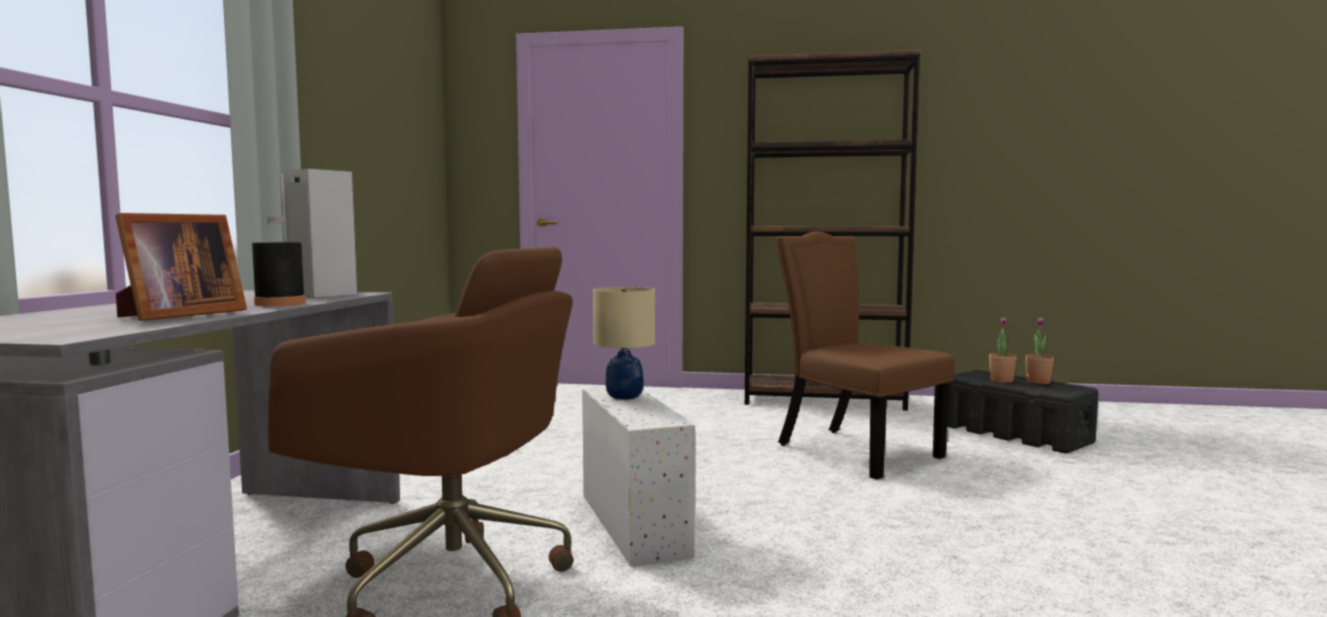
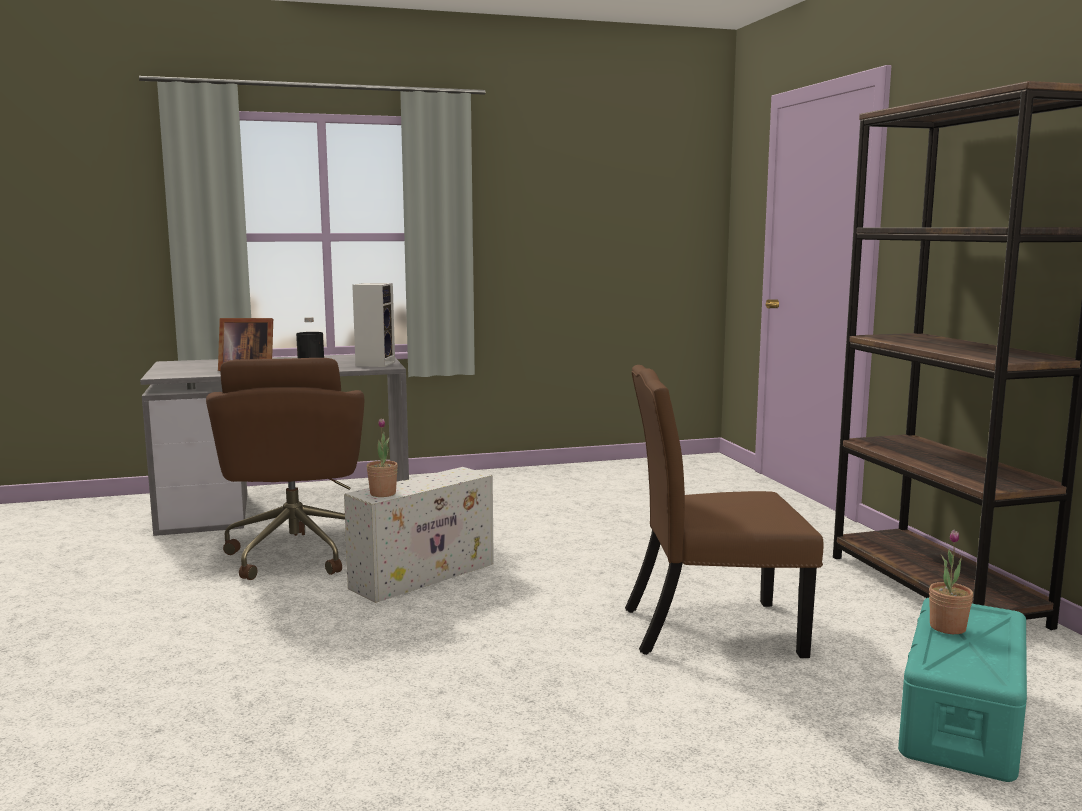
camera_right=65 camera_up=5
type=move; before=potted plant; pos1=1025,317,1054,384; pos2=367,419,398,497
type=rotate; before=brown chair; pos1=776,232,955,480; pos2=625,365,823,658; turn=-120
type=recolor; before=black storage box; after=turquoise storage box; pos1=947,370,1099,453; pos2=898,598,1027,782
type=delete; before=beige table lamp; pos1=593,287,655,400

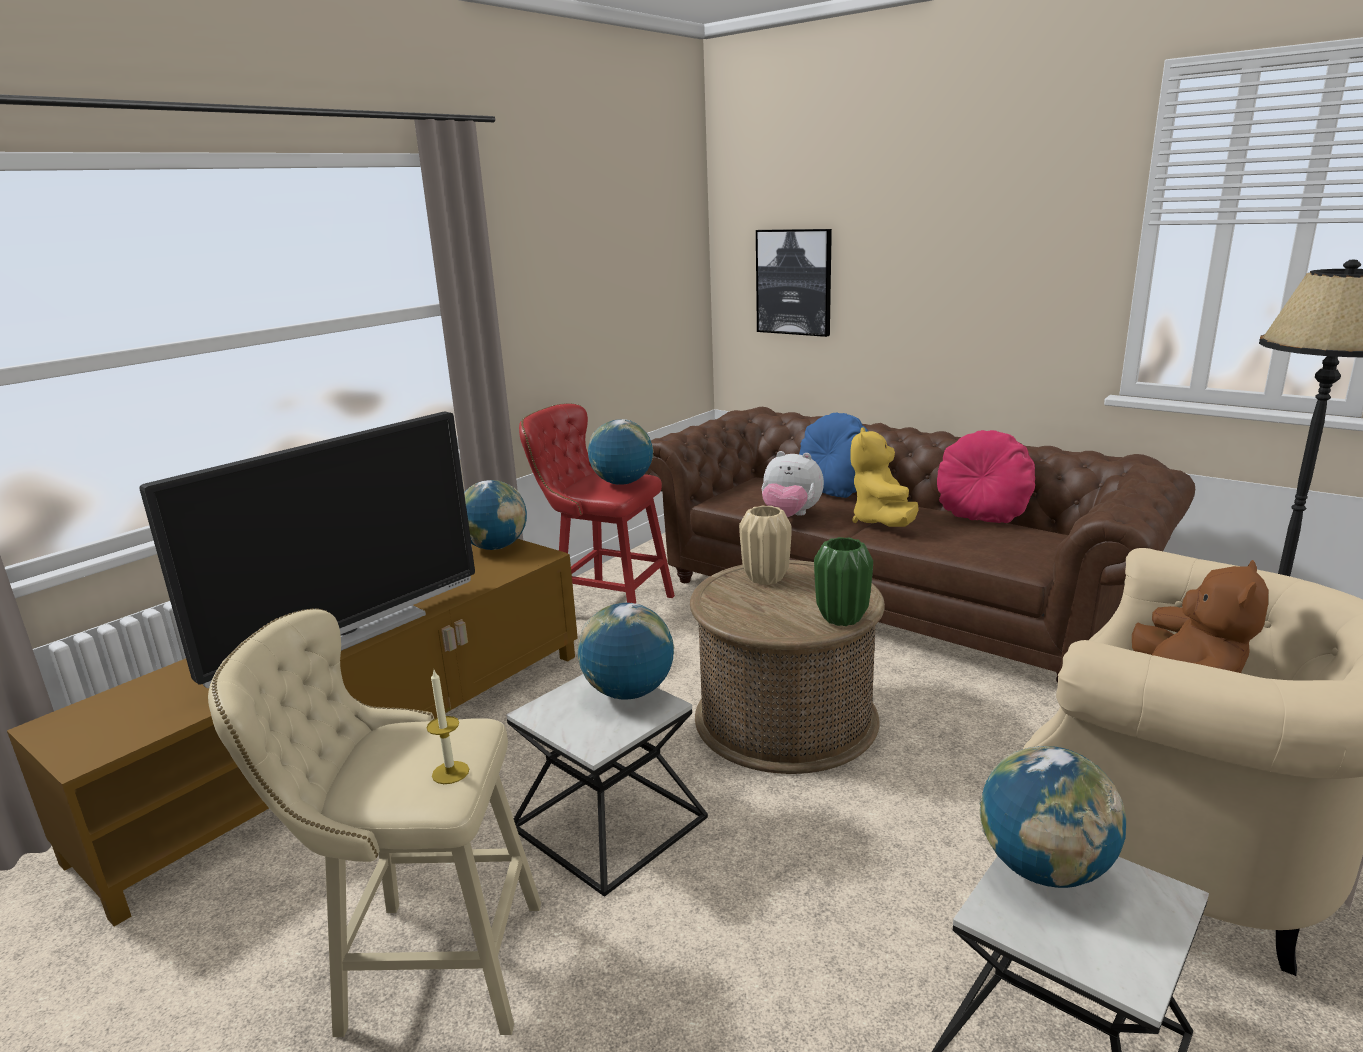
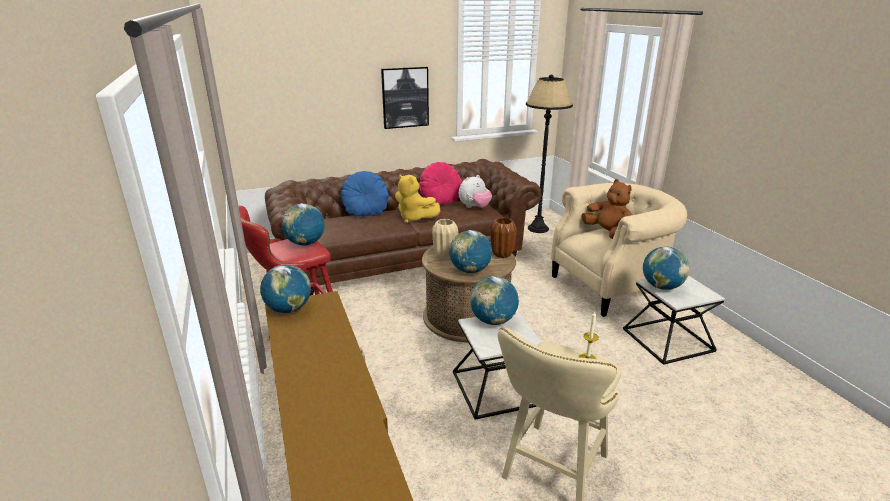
camera_right=-60 camera_up=5
type=move; before=picture; pos1=756,229,832,337; pos2=381,67,429,129
type=insert; after=globe; pos2=449,230,492,273
type=move; before=plush toy; pos1=762,451,824,517; pos2=459,175,492,208
type=recolor; before=green vase; after=brown vase; pos1=814,537,873,626; pos2=490,218,517,258
type=delete; before=television; pos1=139,411,475,688

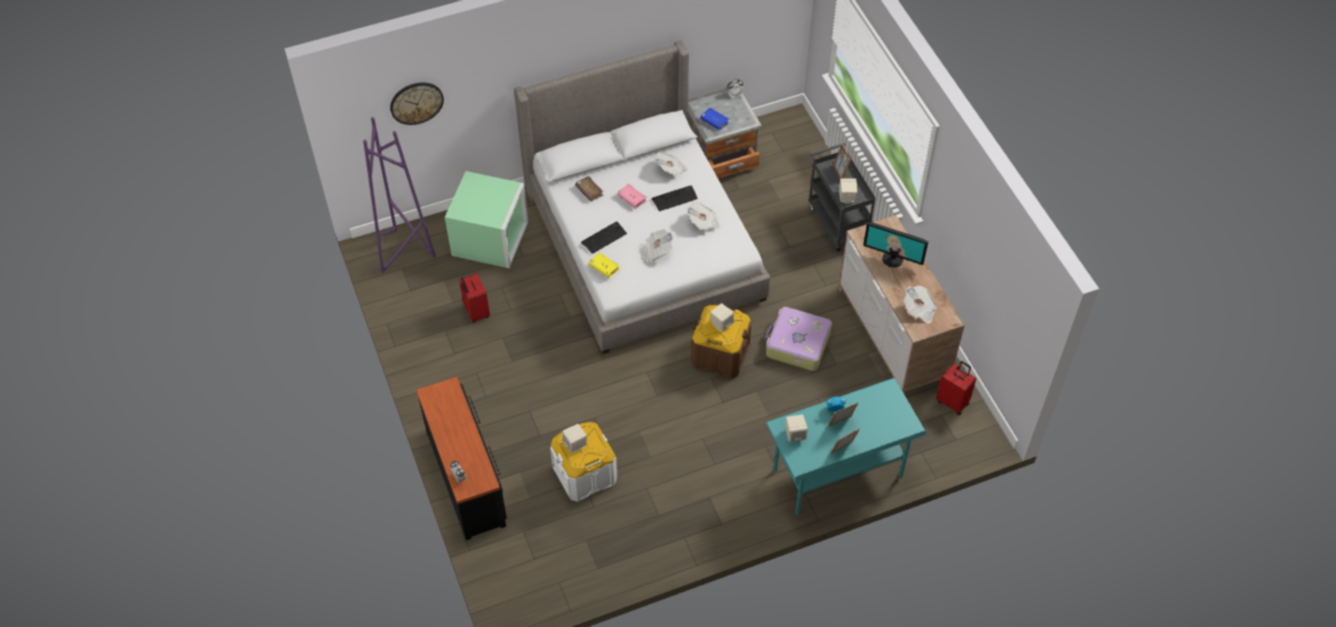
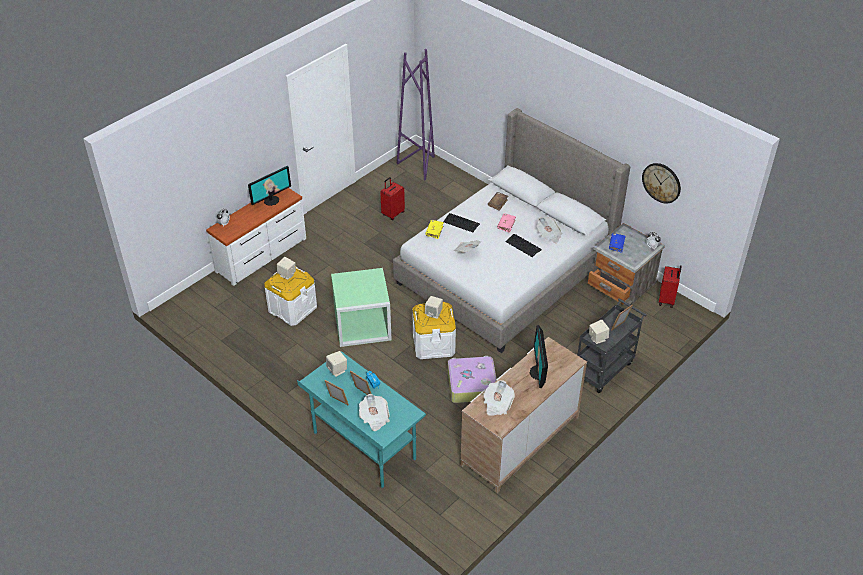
camera_right=65 camera_up=-10
type=recolor; before=black dresser; after=white dresser; pos1=416,377,507,540; pos2=206,188,306,286
type=insert; after=monitor; pos2=248,166,291,206
type=move; before=green storage box; pos1=445,171,529,268; pos2=331,268,392,347
type=move; before=newspaper; pos1=687,202,720,231; pos2=359,394,390,431
type=recolor; before=brown storage box; after=white storage box; pos1=691,305,751,379; pos2=412,302,456,359
type=move; before=wall clock; pos1=390,83,444,125; pos2=642,163,681,203
type=move; before=red suitcase; pos1=936,361,976,415; pos2=659,265,682,308

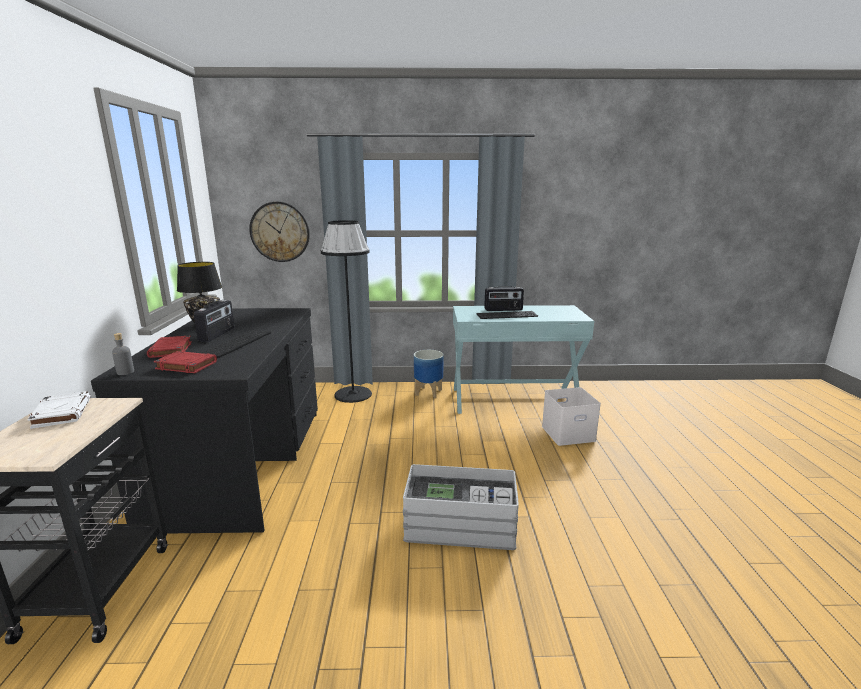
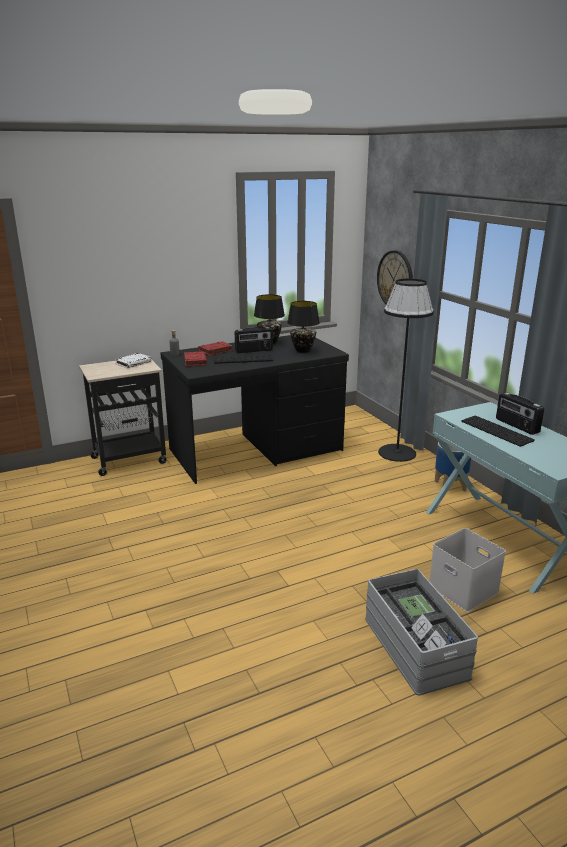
camera_right=65 camera_up=5
type=insert; after=black table lamp; pos2=287,301,320,353
type=move; before=grey storage box; pos1=403,464,519,550; pos2=365,569,478,696

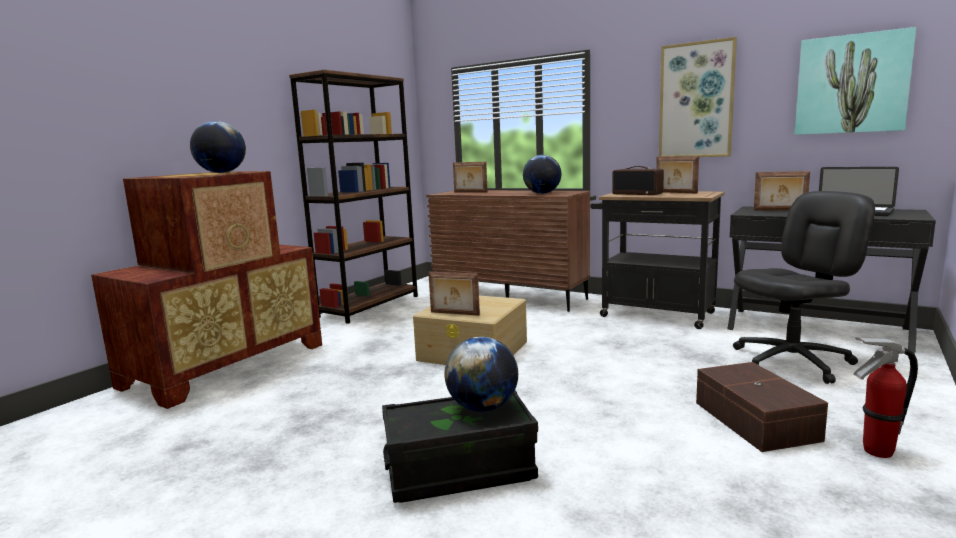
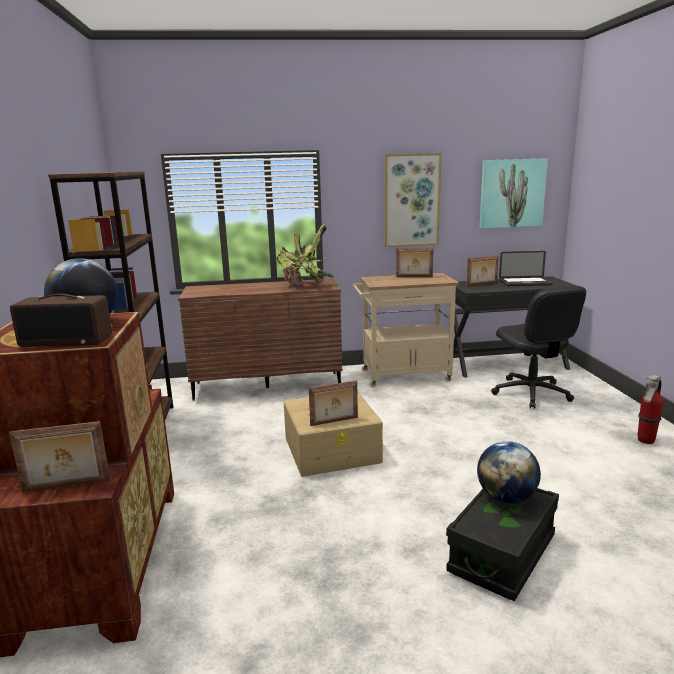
camera_right=-40 camera_up=5
type=move; before=picture frame; pos1=453,162,488,192; pos2=9,421,110,492
type=move; before=radio; pos1=612,166,664,195; pos2=10,293,112,347
type=replace; before=globe; after=potted plant; pos1=523,155,561,194; pos2=276,224,333,285
type=recolor; before=black cart; after=beige cart; pos1=590,191,725,329; pos2=352,273,459,388
type=rotate; before=black office chair; pos1=733,191,875,384; pos2=491,285,586,409; turn=135
type=delete; before=brown storage box; pos1=696,362,828,452

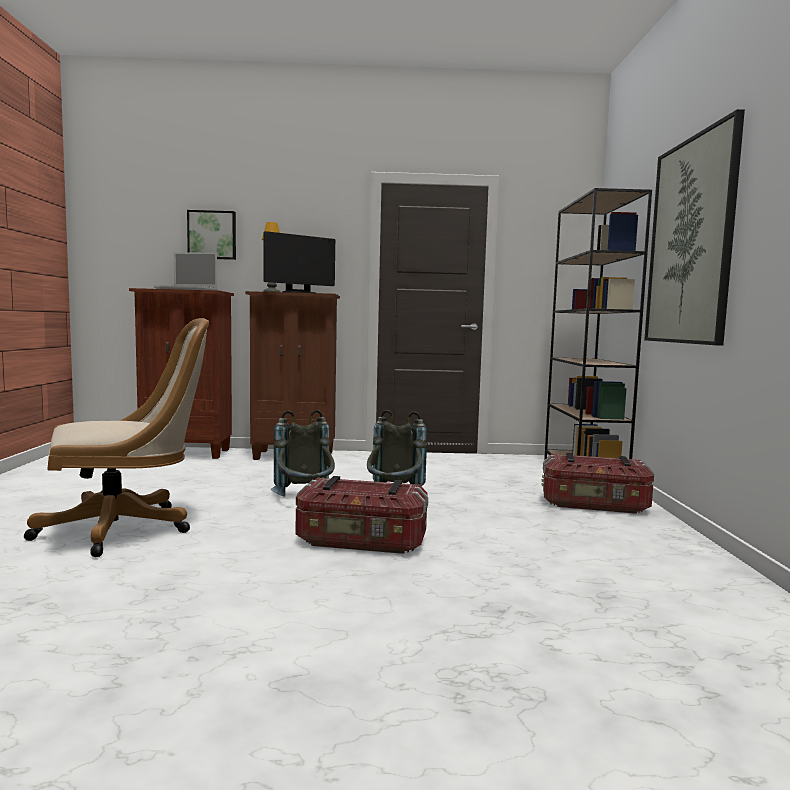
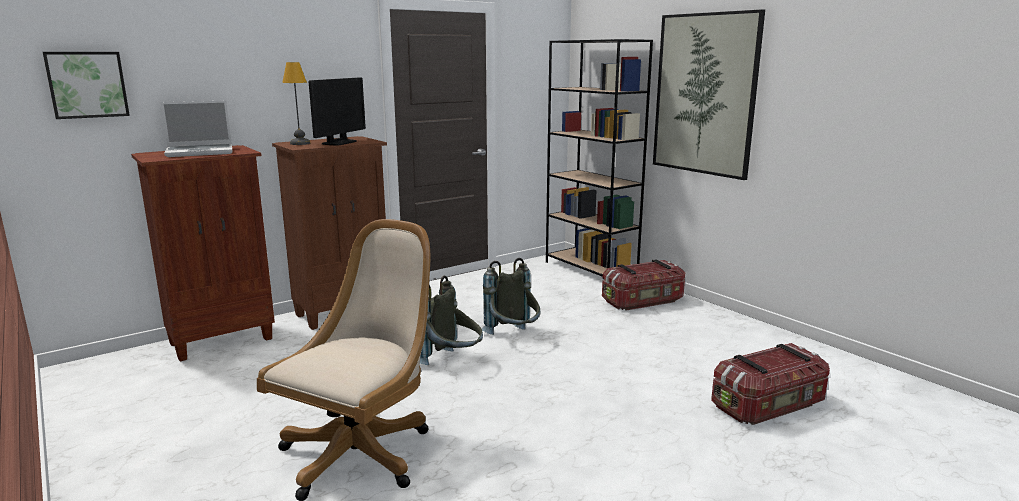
camera_right=-35 camera_up=10
type=move; before=picture; pos1=187,210,236,260; pos2=43,52,130,119
type=move; before=storage box; pos1=296,476,428,554; pos2=711,343,830,425

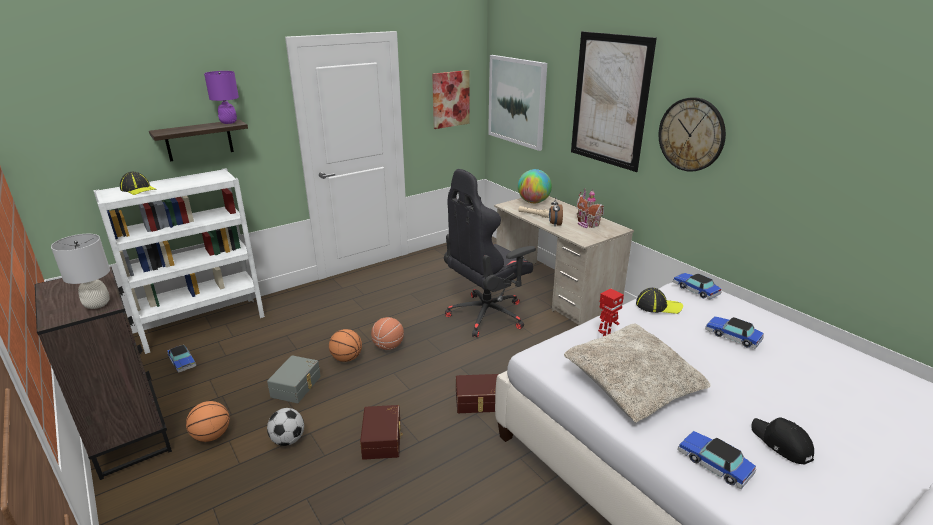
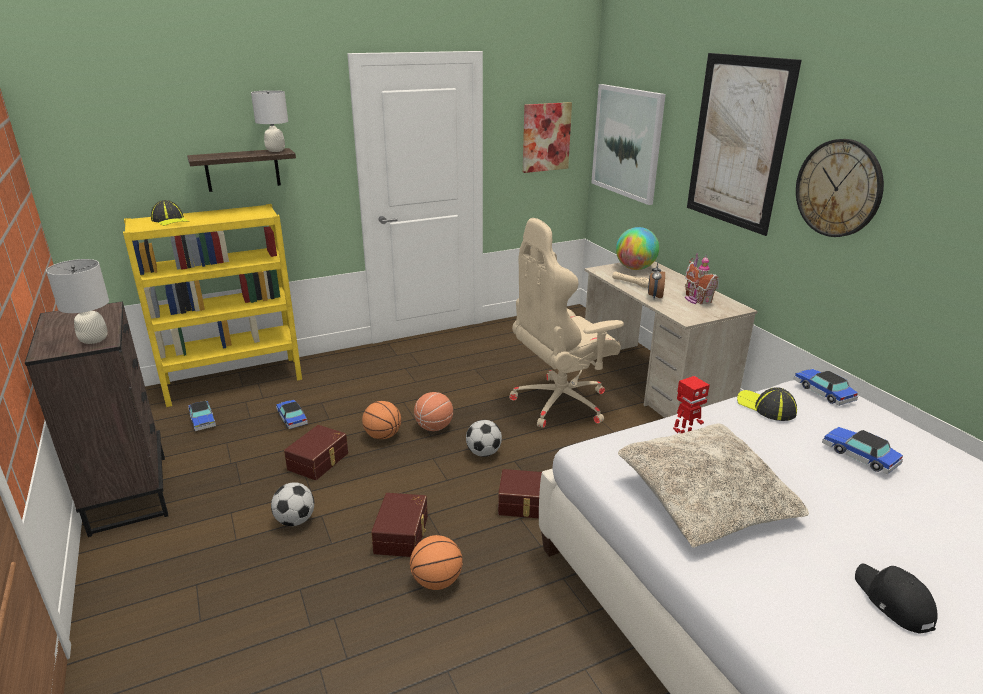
camera_right=10 camera_up=0
type=recolor; before=white bookcase; after=yellow bookcase; pos1=93,168,265,354; pos2=123,204,302,407
type=recolor; before=purple table lamp; after=grey table lamp; pos1=204,71,239,124; pos2=251,90,288,152
type=move; before=toy car; pos1=678,431,756,489; pos2=276,400,308,429
type=recolor; before=grey storage box; after=brown storage box; pos1=267,355,321,403; pos2=284,425,348,480
type=move; before=basketball; pos1=186,401,230,442; pos2=410,535,463,590
type=insert; after=football; pos2=466,420,502,457
type=recolor; before=black office chair; after=beige office chair; pos1=444,169,536,337; pos2=509,218,624,428
type=rotate; before=cap; pos1=636,288,683,314; pos2=737,387,797,421; turn=-150

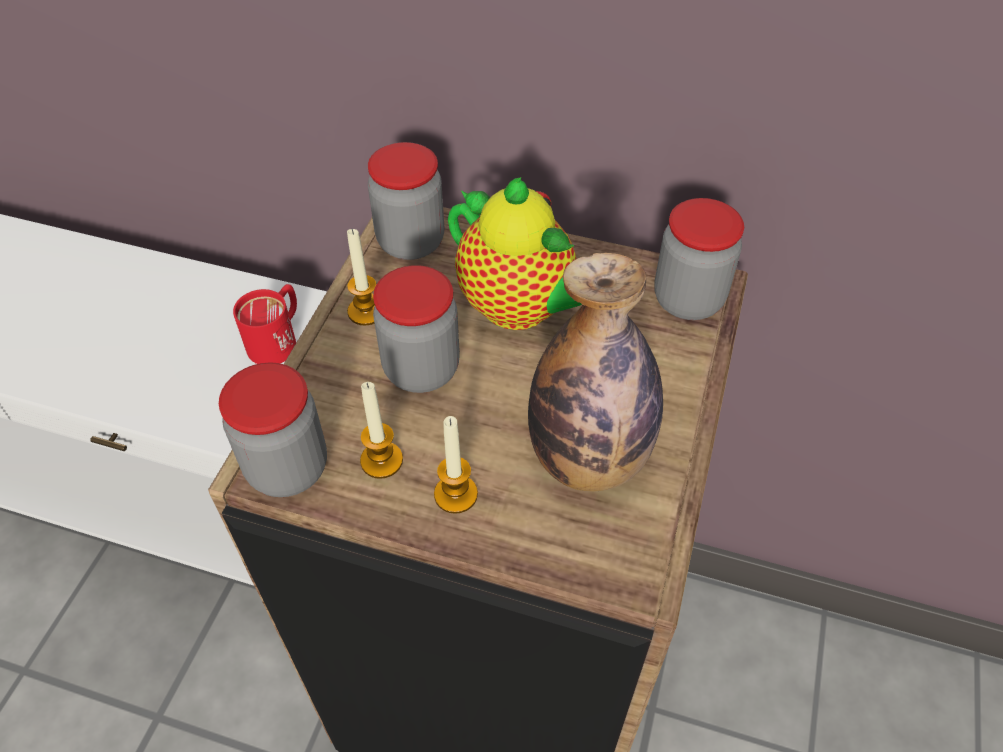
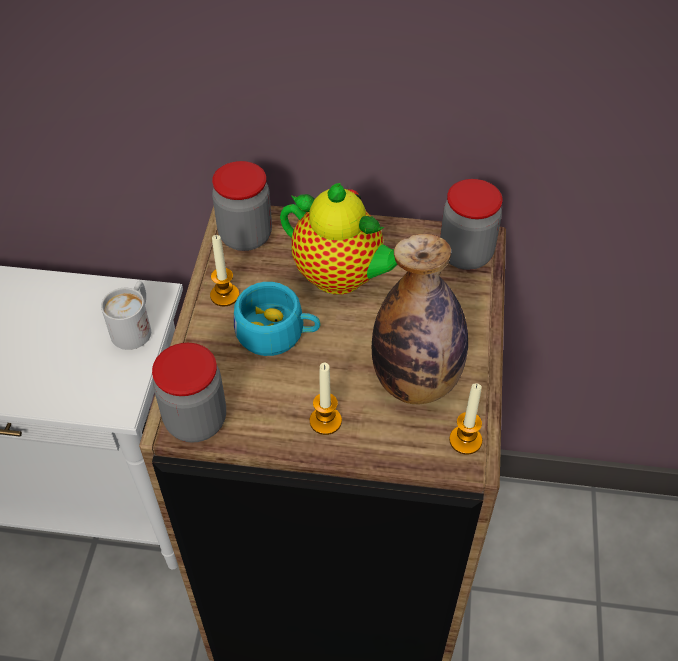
camera_right=-10 camera_up=0
type=recolor; before=red mug; after=white mug; pos1=233,284,297,364; pos2=101,281,151,350
type=replace; before=jar; after=turquoise cup; pos1=373,265,460,393; pos2=234,282,321,356
type=move; before=candle; pos1=360,382,403,479; pos2=449,383,482,455

